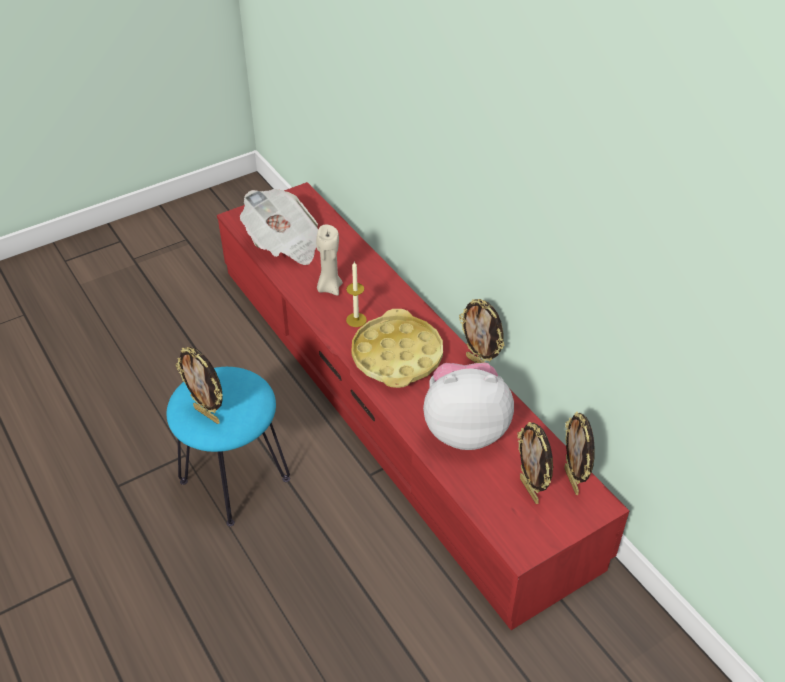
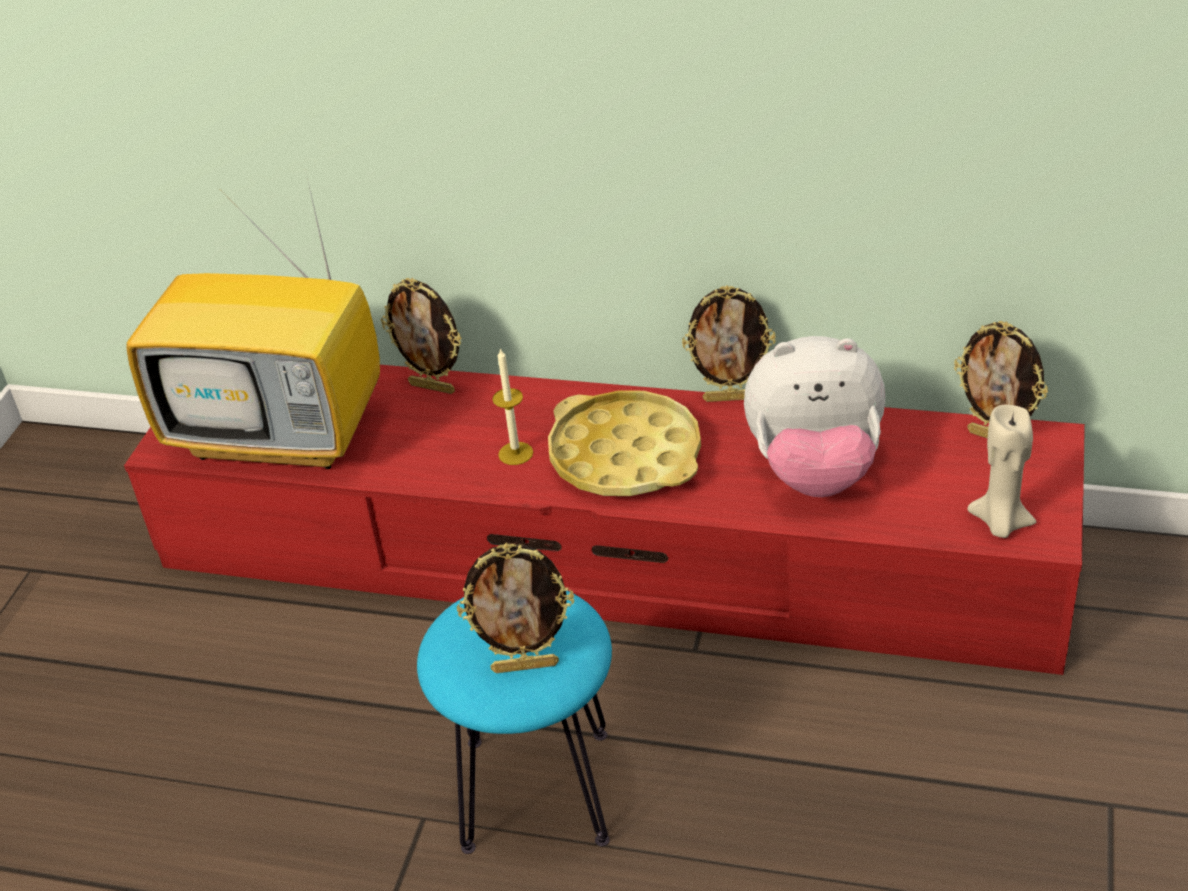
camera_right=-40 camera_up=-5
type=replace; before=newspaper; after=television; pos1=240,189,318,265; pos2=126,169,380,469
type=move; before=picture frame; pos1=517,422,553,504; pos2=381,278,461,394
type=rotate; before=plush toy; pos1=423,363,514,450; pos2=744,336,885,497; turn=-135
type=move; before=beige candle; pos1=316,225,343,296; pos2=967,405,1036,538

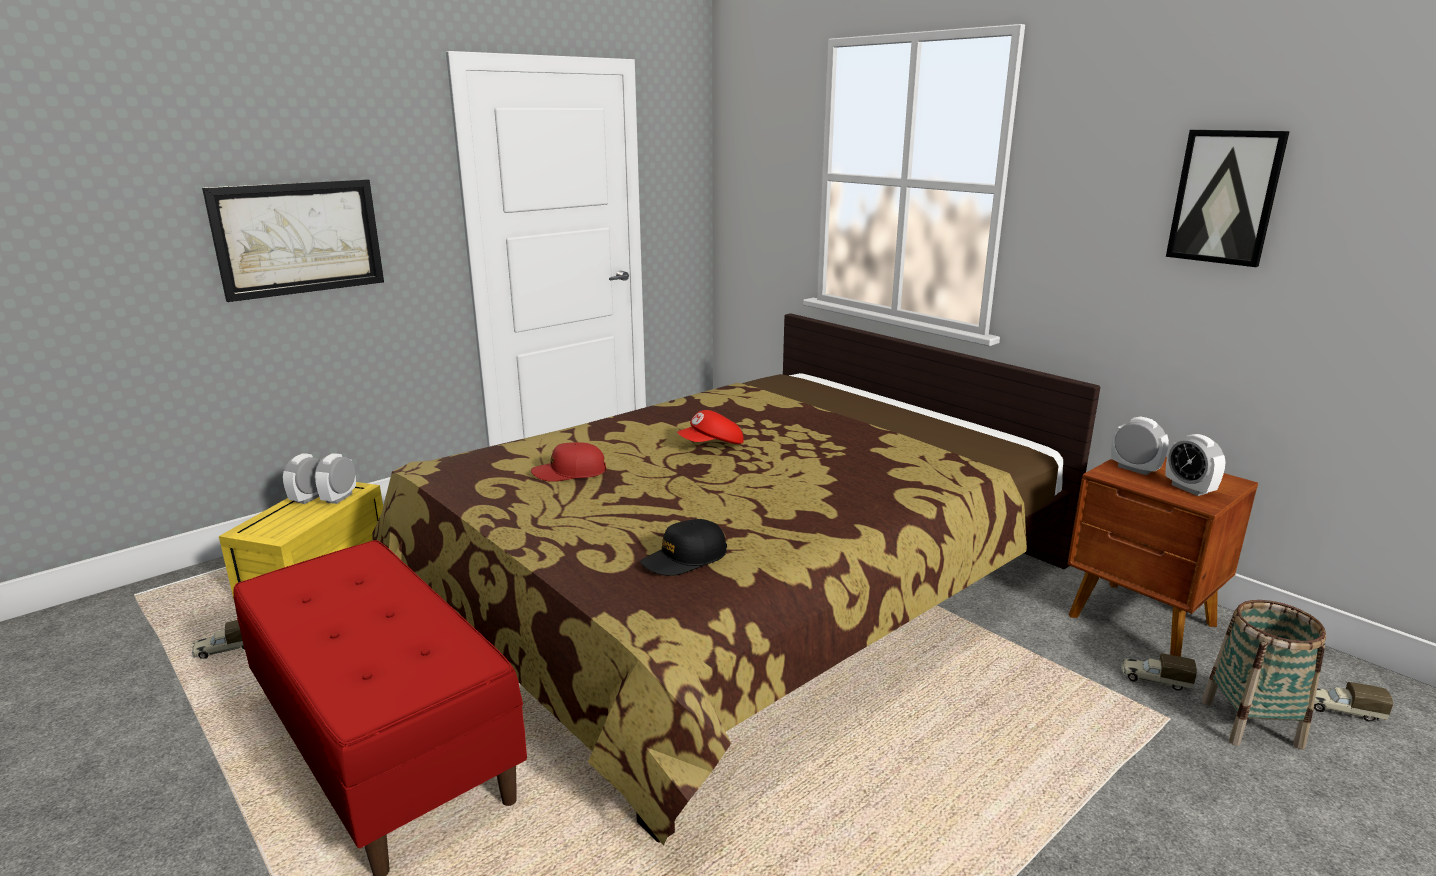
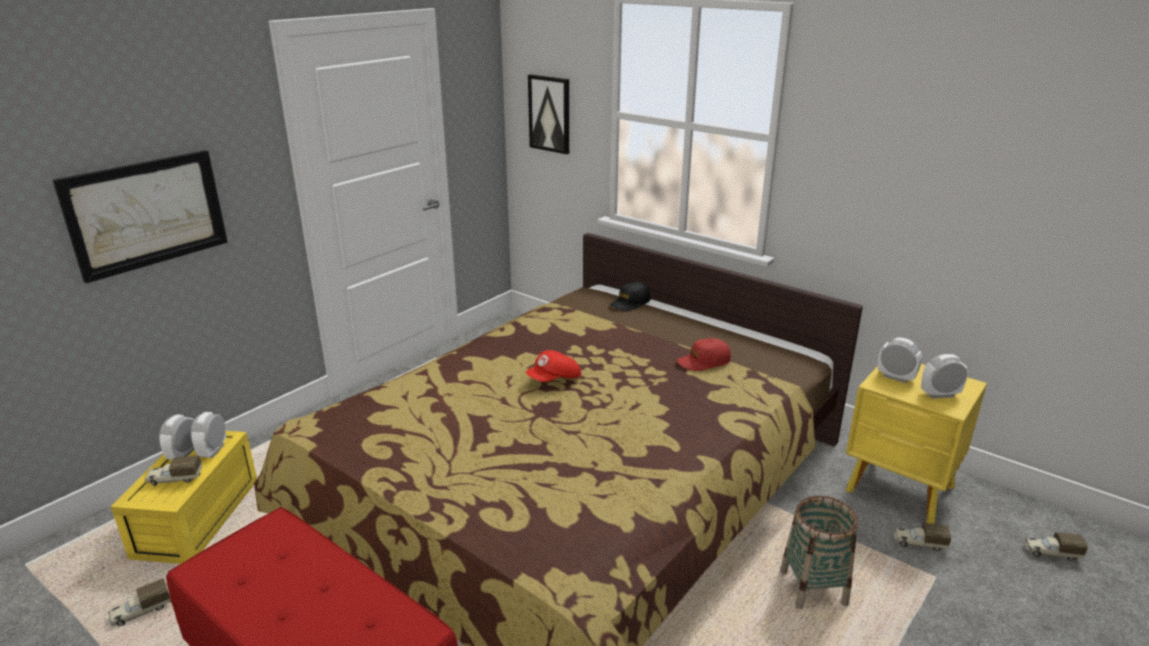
camera_right=-10 camera_up=5
type=insert; after=toy truck; pos2=145,456,202,486
type=move; before=picture; pos1=1166,130,1290,267; pos2=528,74,569,154
type=move; before=black cap; pos1=640,519,727,576; pos2=610,282,651,311
type=move; before=red cap; pos1=531,442,606,482; pos2=677,338,731,371
type=move; before=basket; pos1=1202,600,1326,750; pos2=780,496,858,609
type=recolor; before=brown nightstand; after=yellow nightstand; pos1=1068,457,1258,657; pos2=846,364,987,524
type=rotate; before=alarm clock; pos1=1165,434,1226,496; pos2=921,354,968,398; turn=120

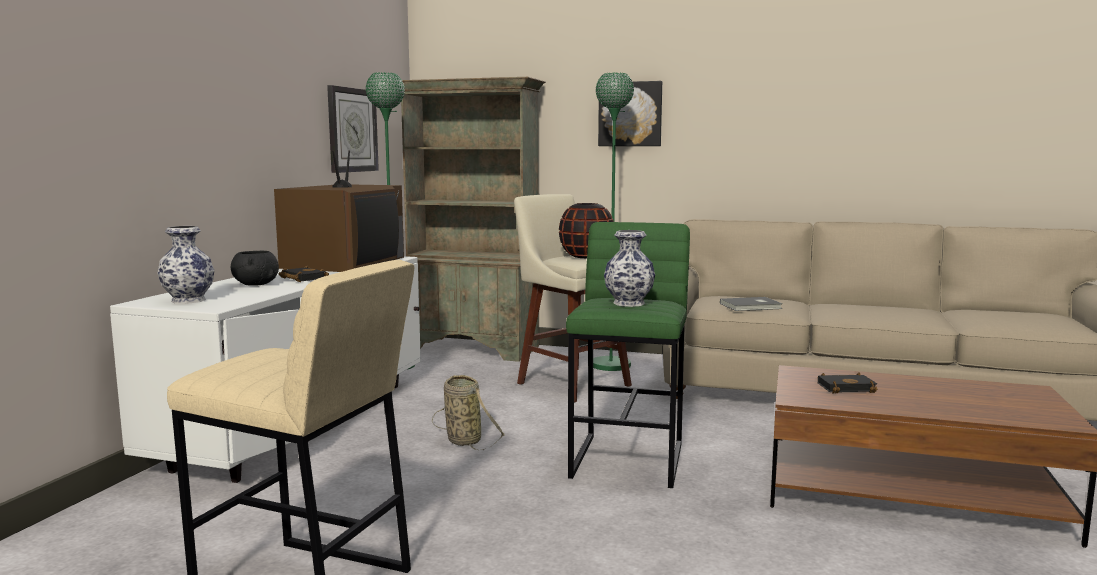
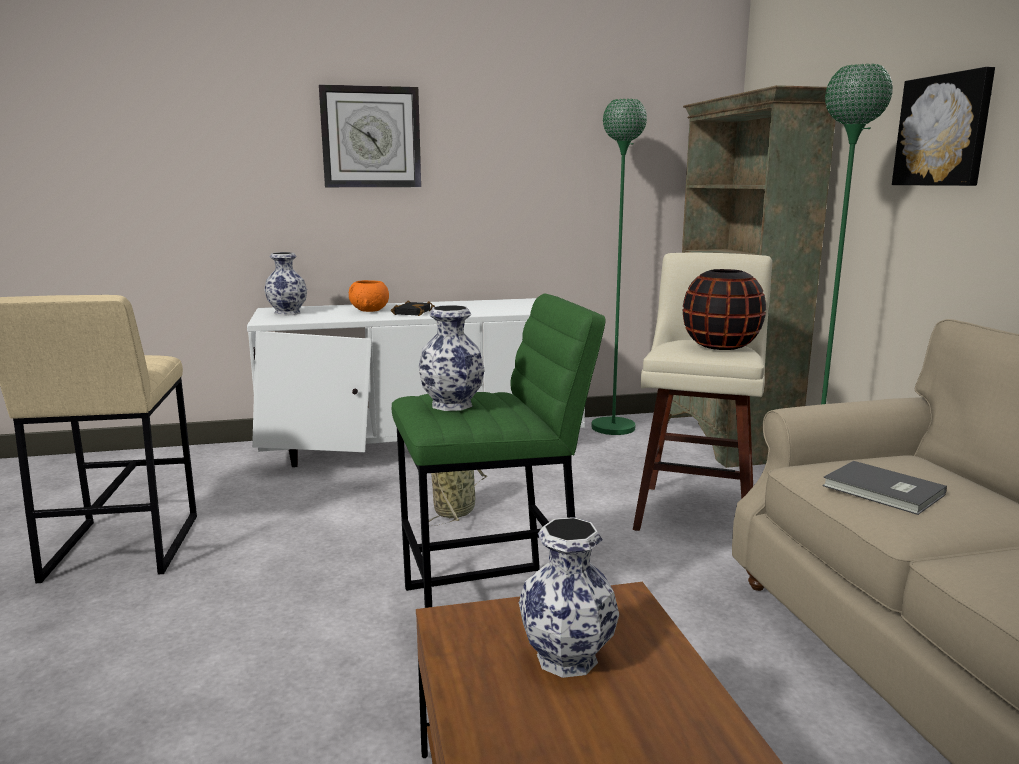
camera_right=60 camera_up=5
type=move; before=wall clock; pos1=327,85,379,173; pos2=319,84,421,187
type=recolor; before=black bowl; after=orange bowl; pos1=231,251,279,286; pos2=349,280,389,312
type=replace; before=black book; after=vase; pos1=817,373,877,393; pos2=519,517,619,678
type=delete; before=television; pos1=274,150,404,272

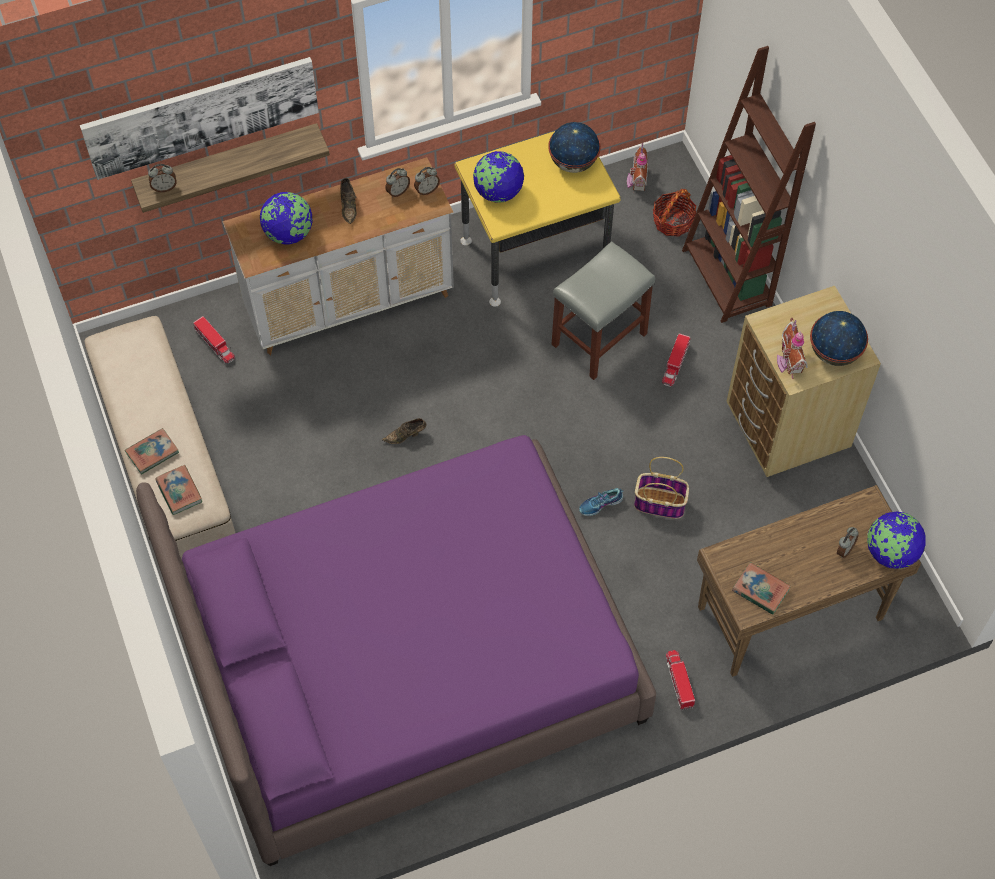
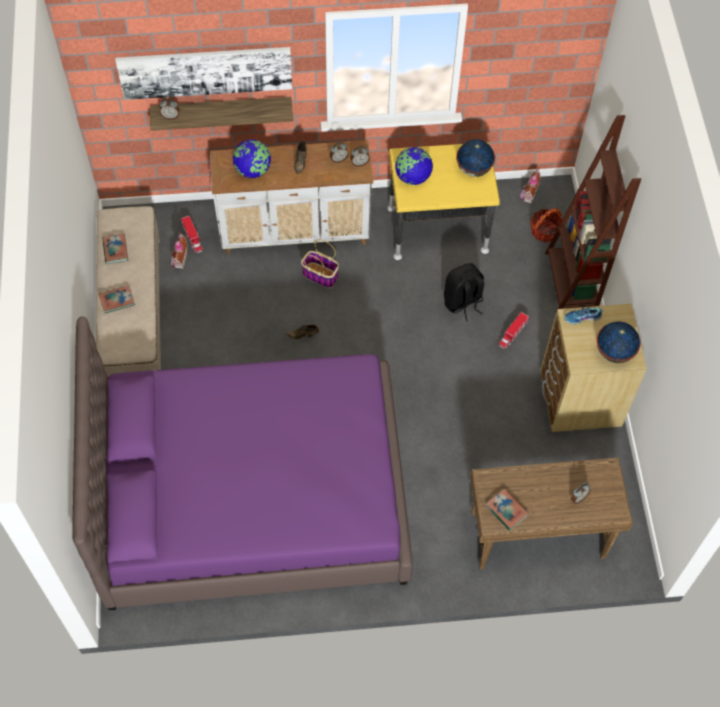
camera_right=15 camera_up=0
type=move; before=book; pos1=155,465,202,515; pos2=102,233,128,264
type=move; before=toy house; pos1=777,318,808,379; pos2=171,232,188,271
type=move; before=basket; pos1=634,457,689,519; pos2=301,239,339,288
type=replace; before=grey stool; after=black backpack; pos1=552,241,655,380; pos2=444,263,484,322
type=move; before=shoe; pos1=579,488,624,516; pos2=564,307,603,324
type=delete; before=toy truck; pos1=666,650,695,710
type=delete; before=globe; pos1=867,512,926,569

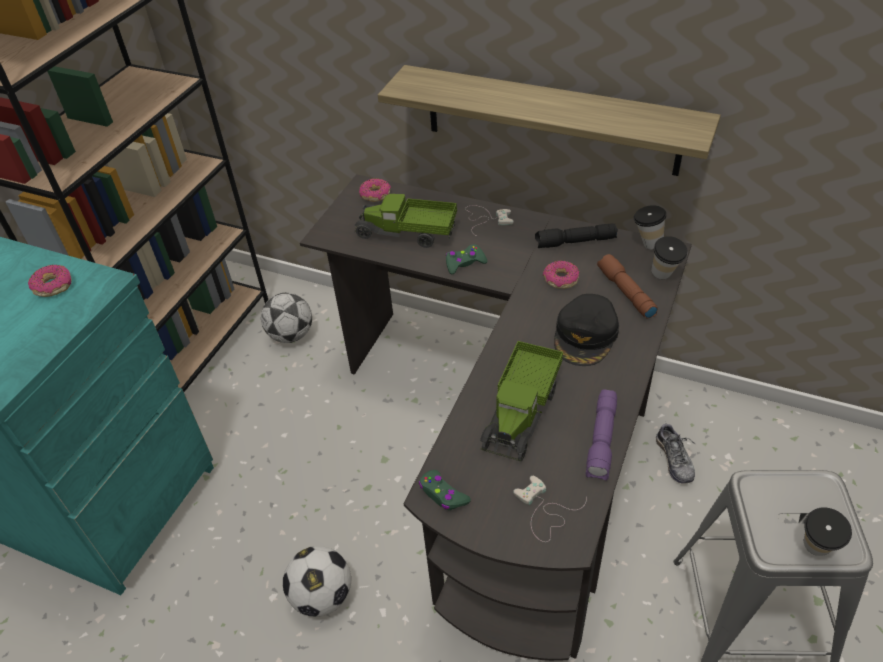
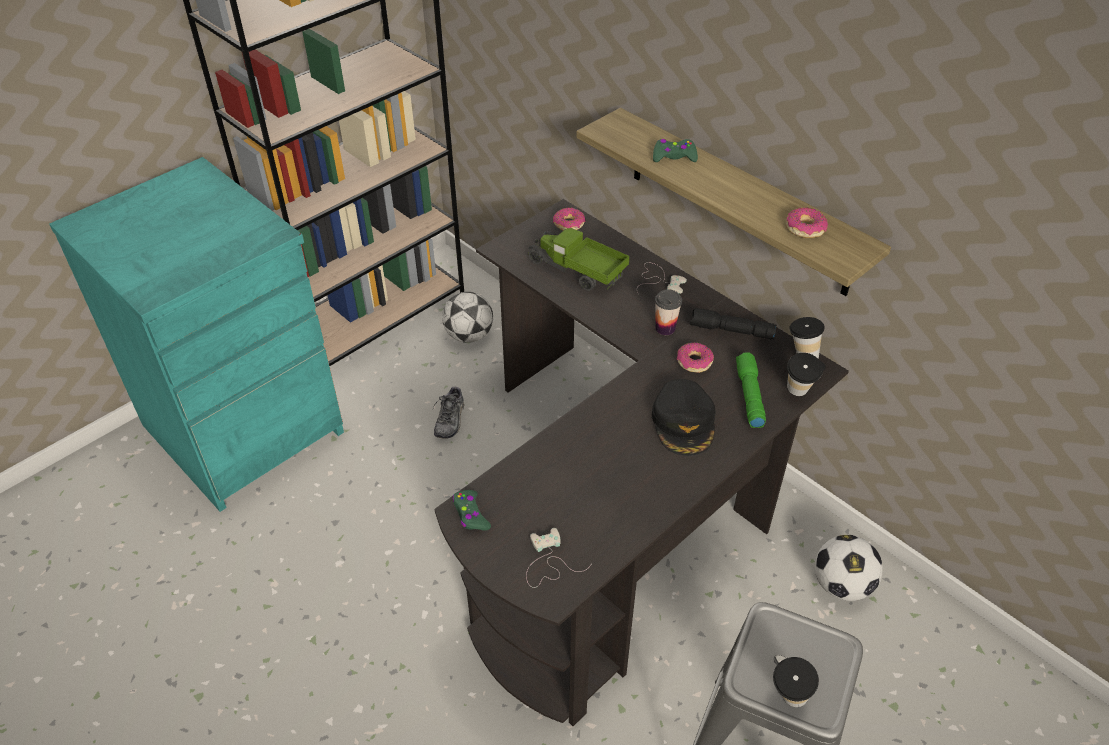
camera_right=20 camera_up=0
type=move; before=shoe; pos1=656,424,696,483; pos2=433,387,464,439
type=rotate; before=black cap; pos1=554,294,619,366; pos2=652,379,716,456; turn=-45
type=move; before=green game controller; pos1=446,244,487,274; pos2=653,139,698,162
type=insert; after=cup; pos2=655,289,682,335
type=recolor; before=brown flashlight; after=green flashlight; pos1=597,254,658,319; pos2=736,352,766,428
type=move; before=donut; pos1=28,265,72,297; pos2=786,208,828,238
type=move; before=football; pos1=283,546,351,617; pos2=815,535,883,601
type=delete; before=toy truck; pos1=480,341,563,462
type=delete; before=purple flashlight; pos1=586,389,617,481

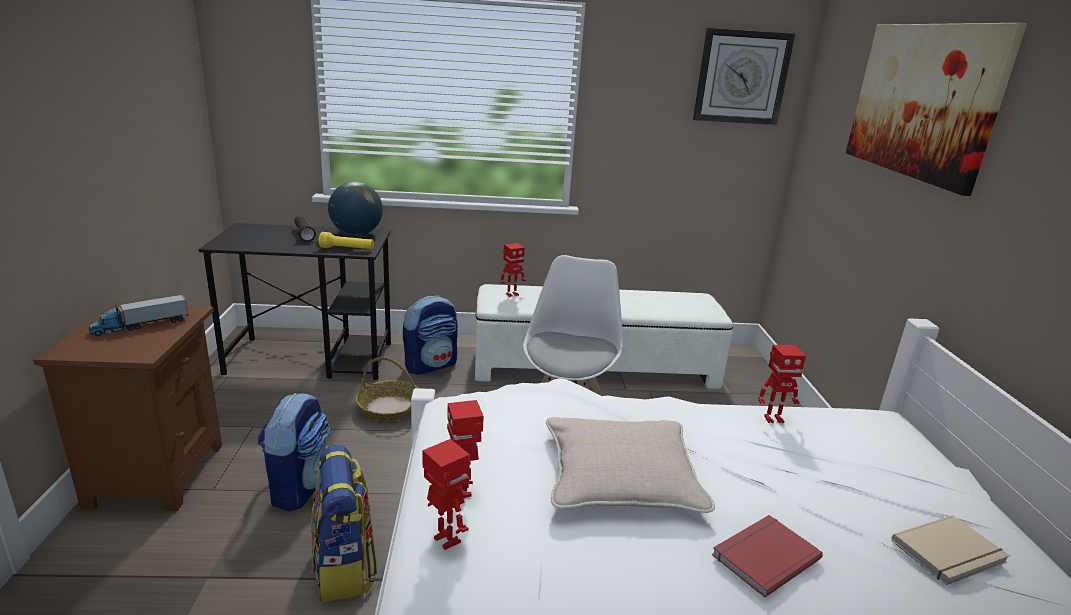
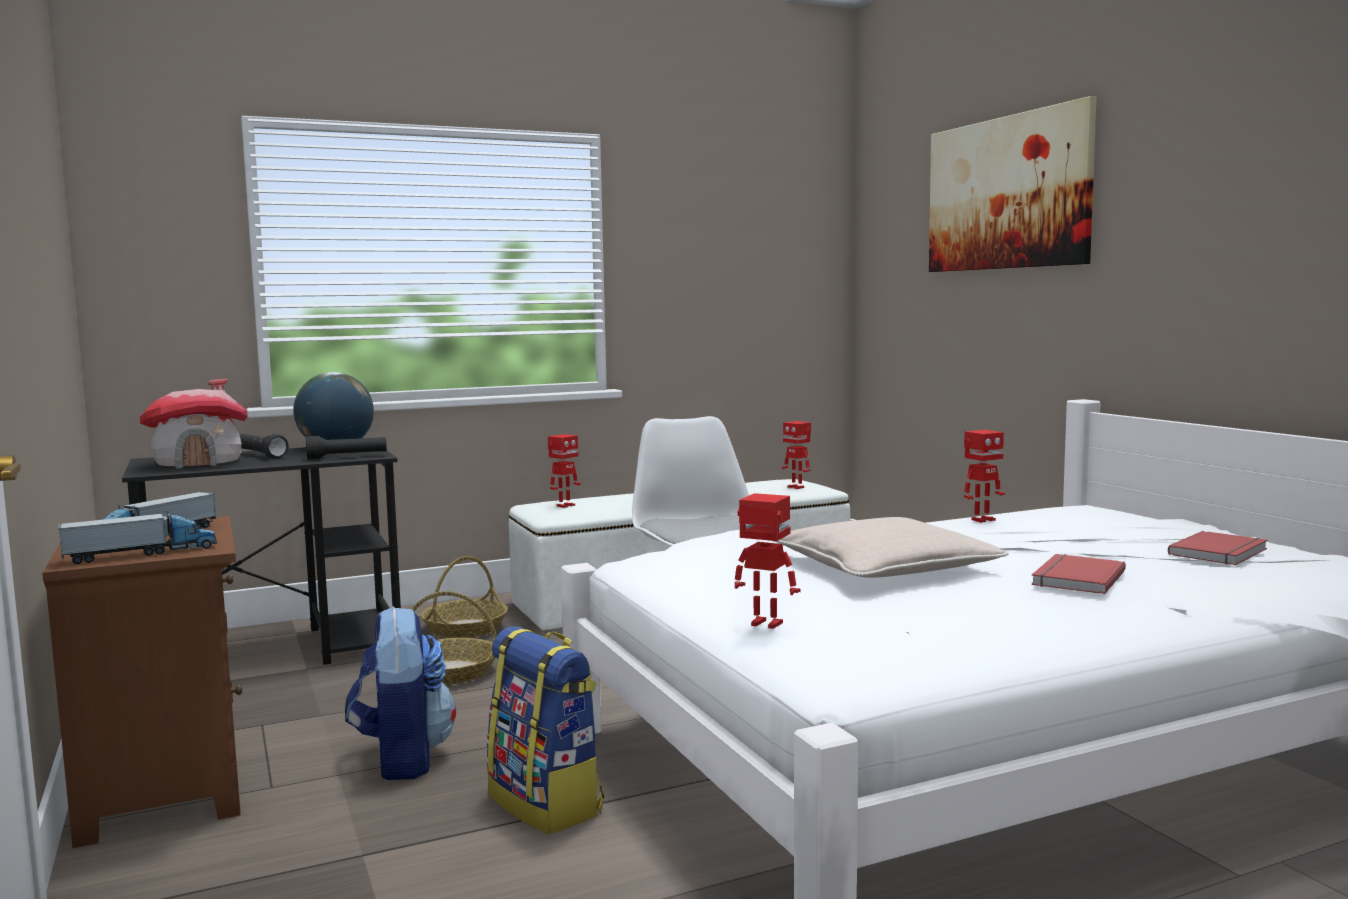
camera_right=-20 camera_up=-15
type=insert; after=toy truck; pos2=58,510,217,564
type=insert; after=toy house; pos2=140,379,248,469
type=recolor; before=yellow flashlight; after=black flashlight; pos1=319,232,374,249; pos2=306,436,387,459
type=replace; before=backpack; after=basket; pos1=403,295,458,375; pos2=421,556,508,638
type=move; before=toy robot; pos1=447,400,484,498; pos2=782,421,811,489
type=recolor; before=beige book; after=red book; pos1=891,515,1010,585; pos2=1168,531,1268,565
type=delete; before=wall clock; pos1=693,28,795,125

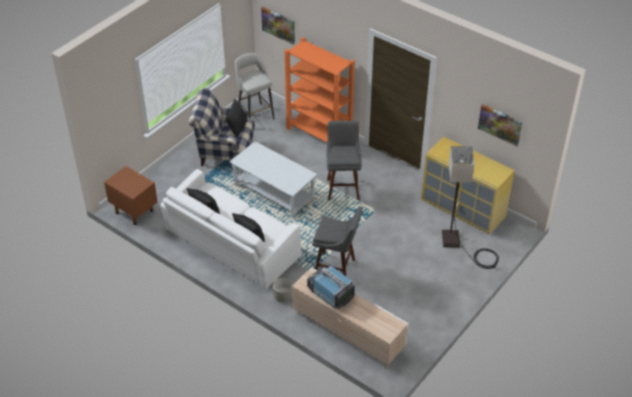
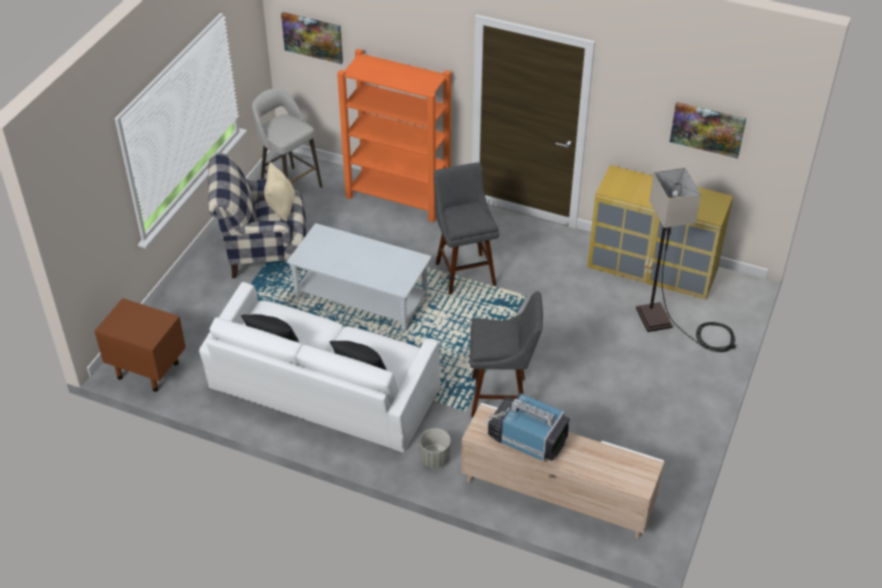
camera_right=-15 camera_up=0
type=recolor; before=black pillow; after=beige pillow; pos1=226,99,247,137; pos2=264,162,295,222

